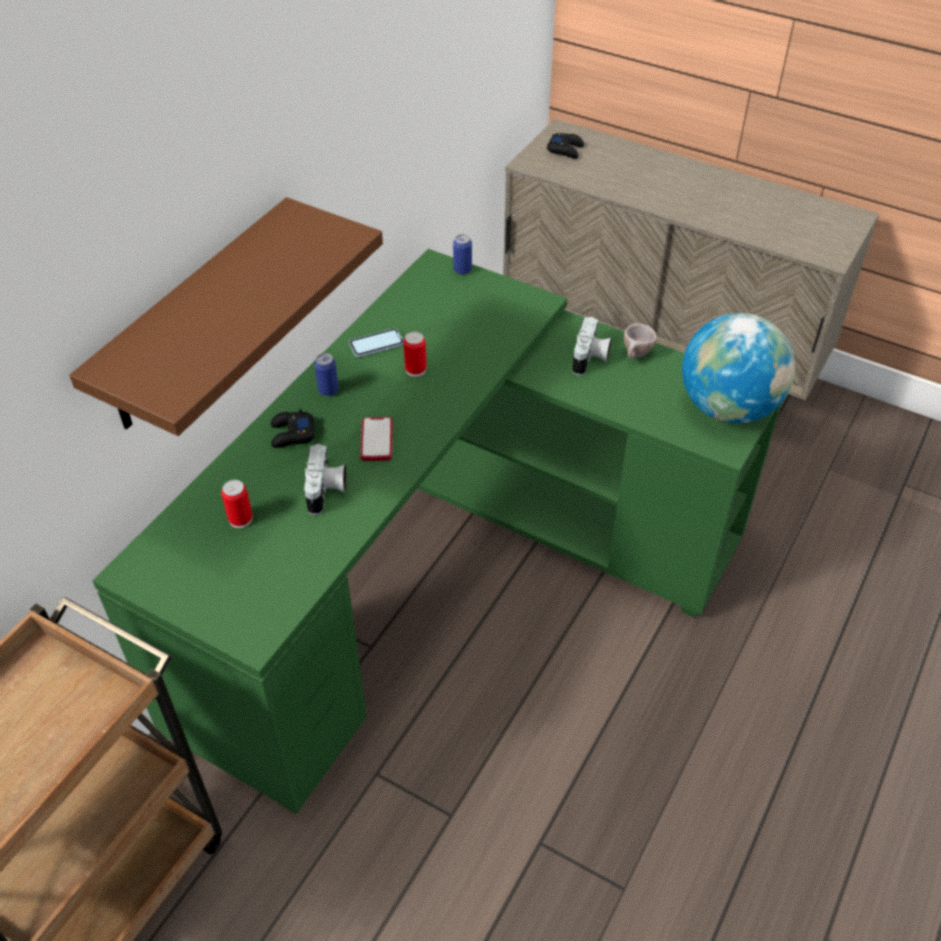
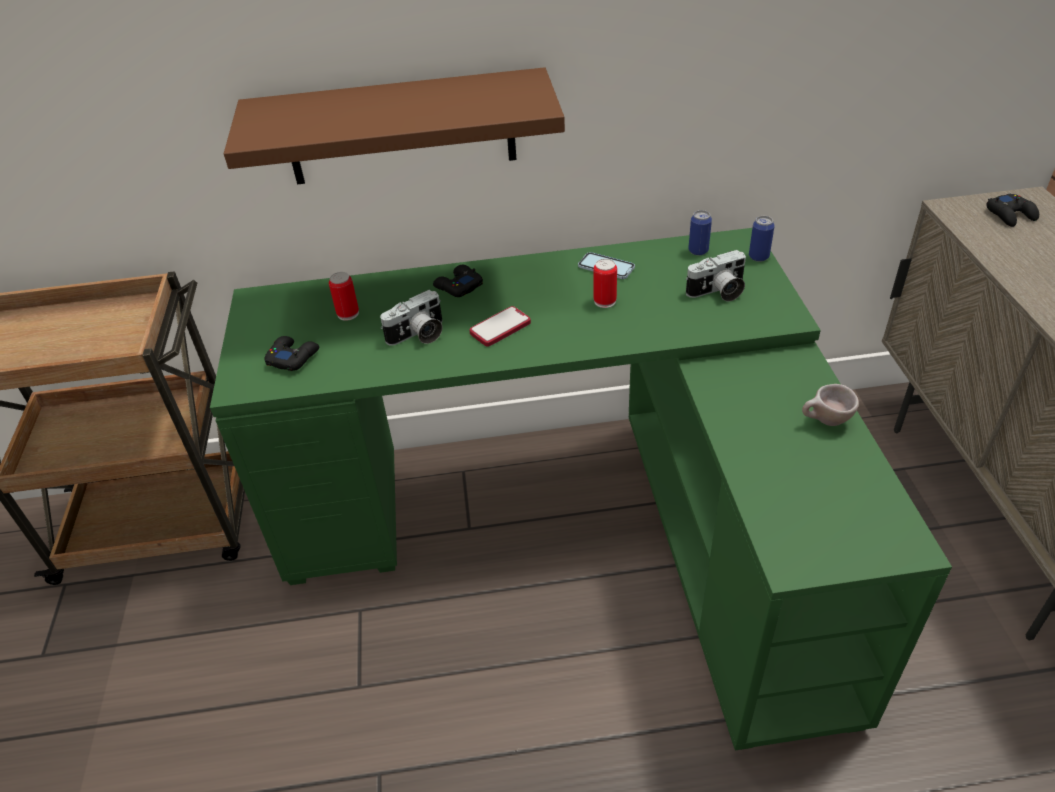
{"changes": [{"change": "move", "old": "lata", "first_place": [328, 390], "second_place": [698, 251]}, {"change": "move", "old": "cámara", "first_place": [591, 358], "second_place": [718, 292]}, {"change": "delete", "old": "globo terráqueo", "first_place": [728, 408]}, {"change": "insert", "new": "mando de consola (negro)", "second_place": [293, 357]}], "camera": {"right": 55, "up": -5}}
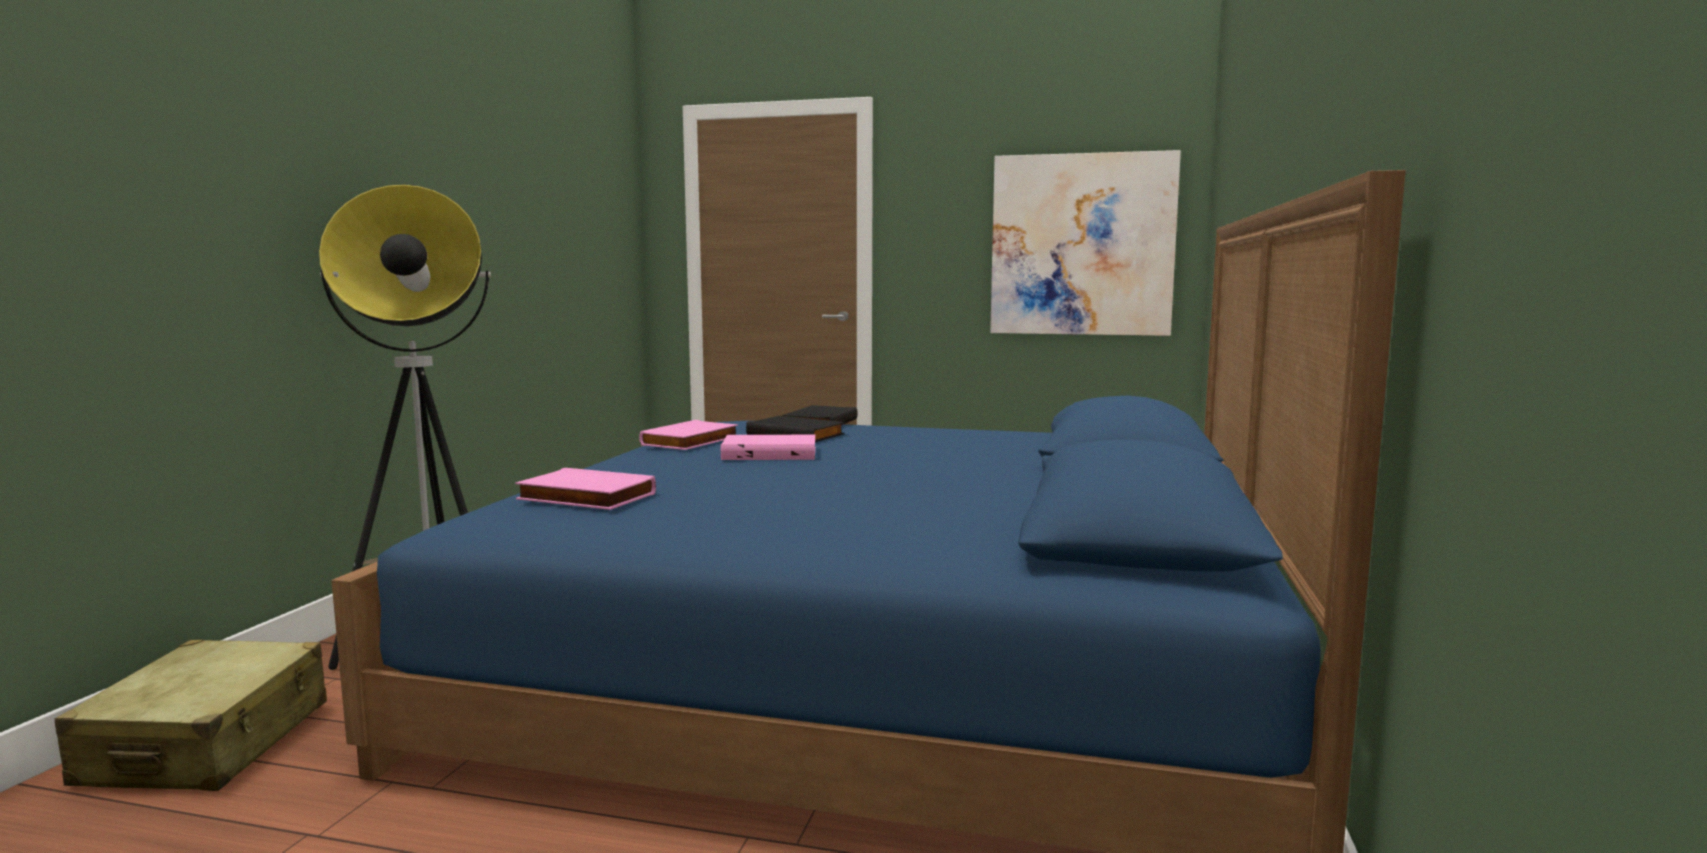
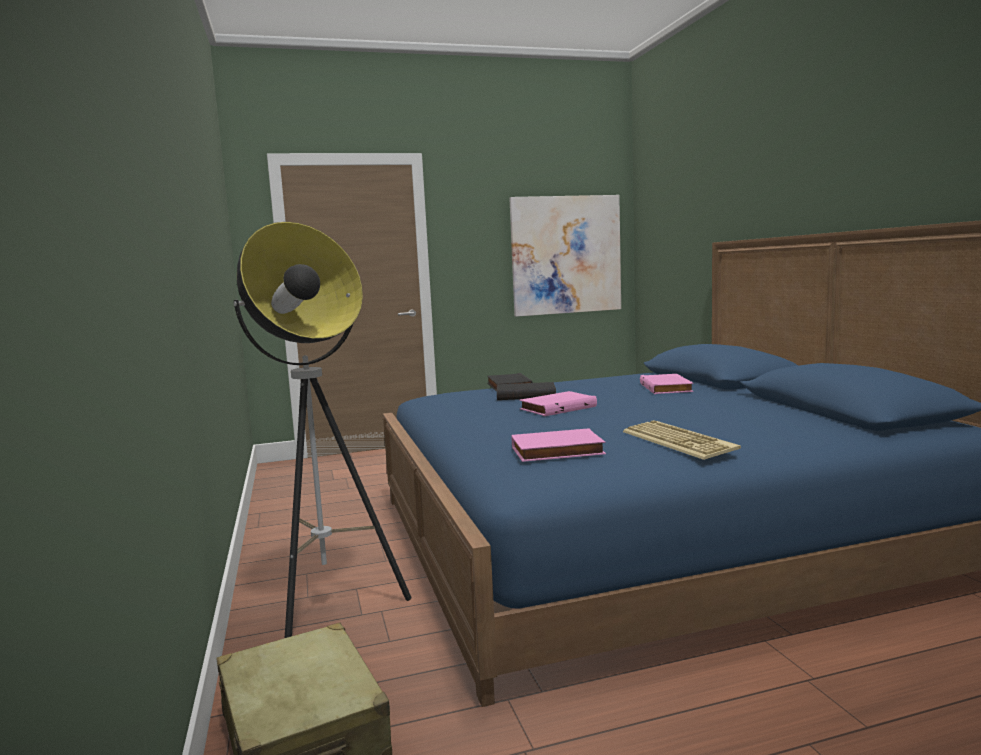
{"changes": [{"change": "move", "old": "libro (rosa)", "first_place": [691, 441], "second_place": [667, 388]}, {"change": "insert", "new": "teclado", "second_place": [680, 441]}], "camera": {"right": -30, "up": 0}}
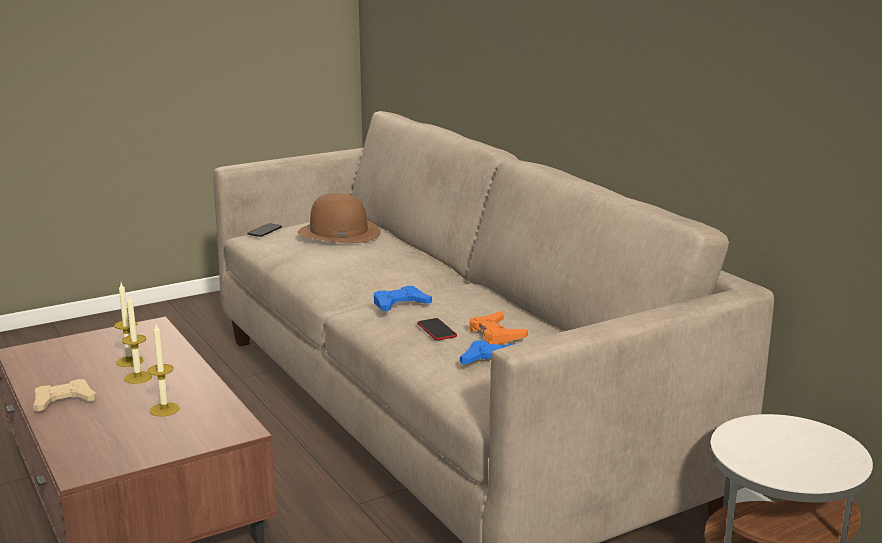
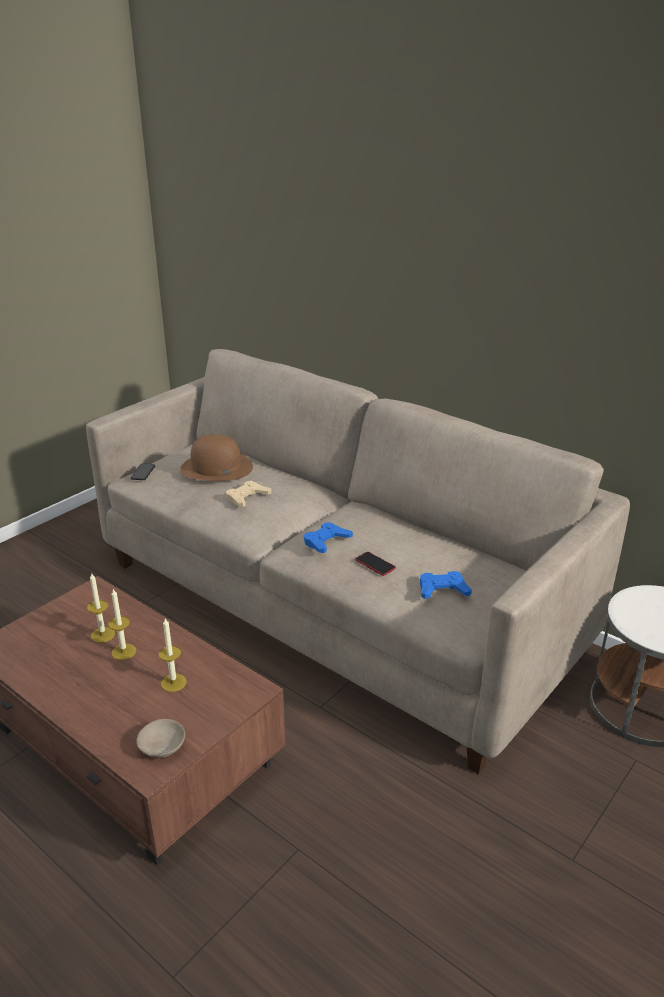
{"changes": [{"change": "move", "old": "mando de consola (beis)", "first_place": [64, 401], "second_place": [247, 497]}, {"change": "delete", "old": "mando de consola (naranja)", "first_place": [495, 334]}, {"change": "insert", "new": "cuenco (beis)", "second_place": [164, 746]}], "camera": {"right": -20, "up": 10}}
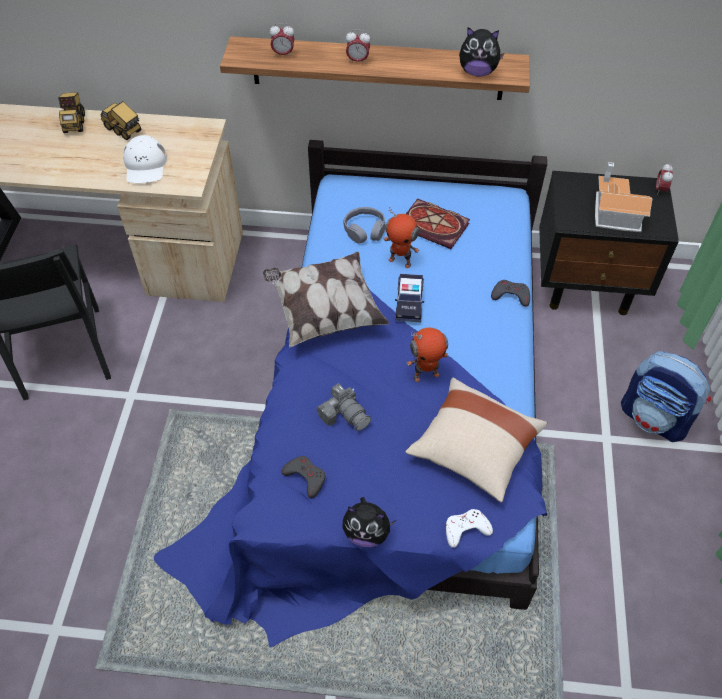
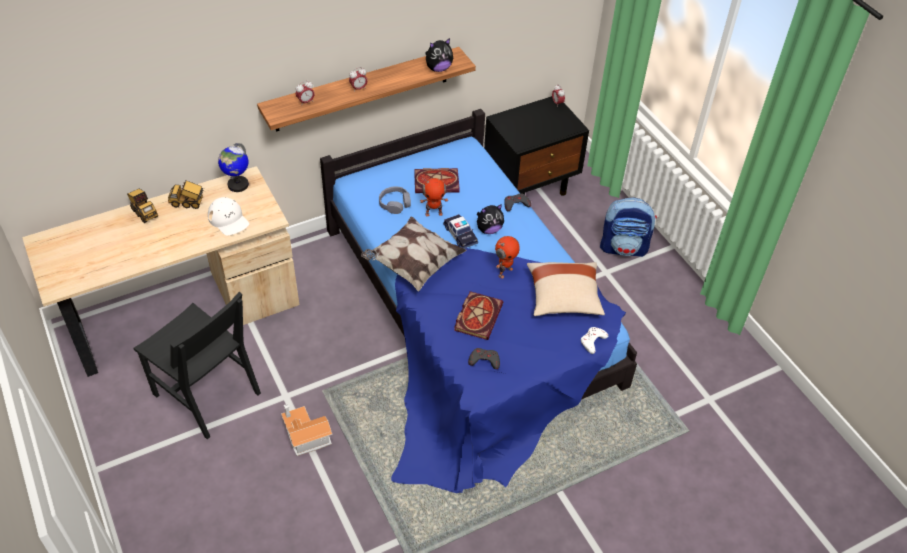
{"changes": [{"change": "replace", "old": "cámara", "new": "libro", "first_place": [345, 414], "second_place": [477, 315]}, {"change": "move", "old": "peluche", "first_place": [367, 532], "second_place": [489, 229]}, {"change": "move", "old": "casita", "first_place": [613, 212], "second_place": [305, 436]}, {"change": "insert", "new": "globo terráqueo", "second_place": [237, 185]}], "camera": {"right": -35, "up": -5}}
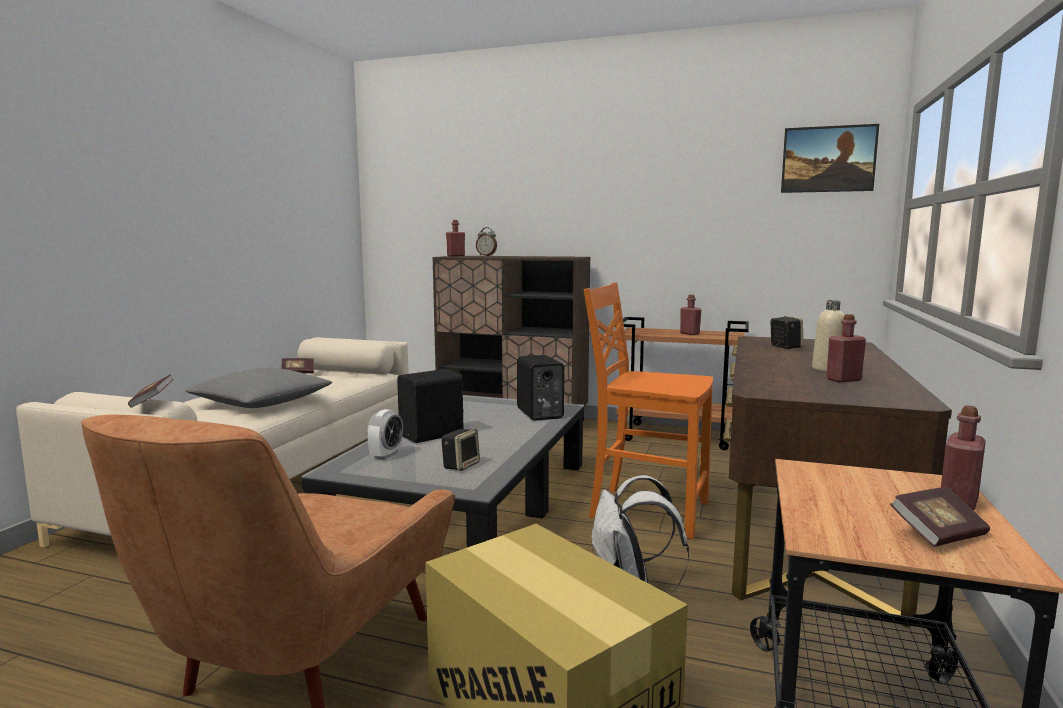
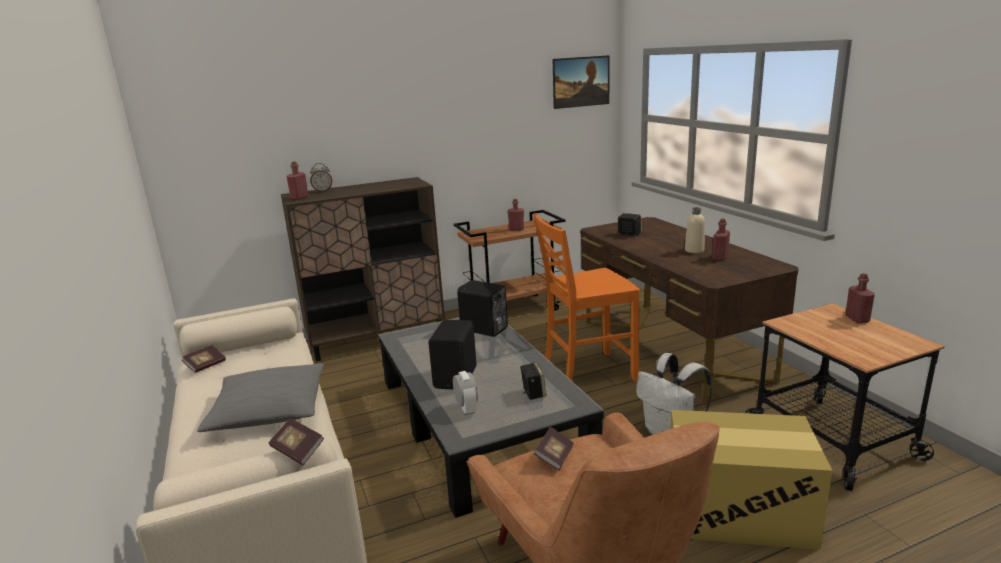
{"changes": [{"change": "move", "old": "libro", "first_place": [938, 534], "second_place": [554, 457]}], "camera": {"right": -40, "up": 10}}
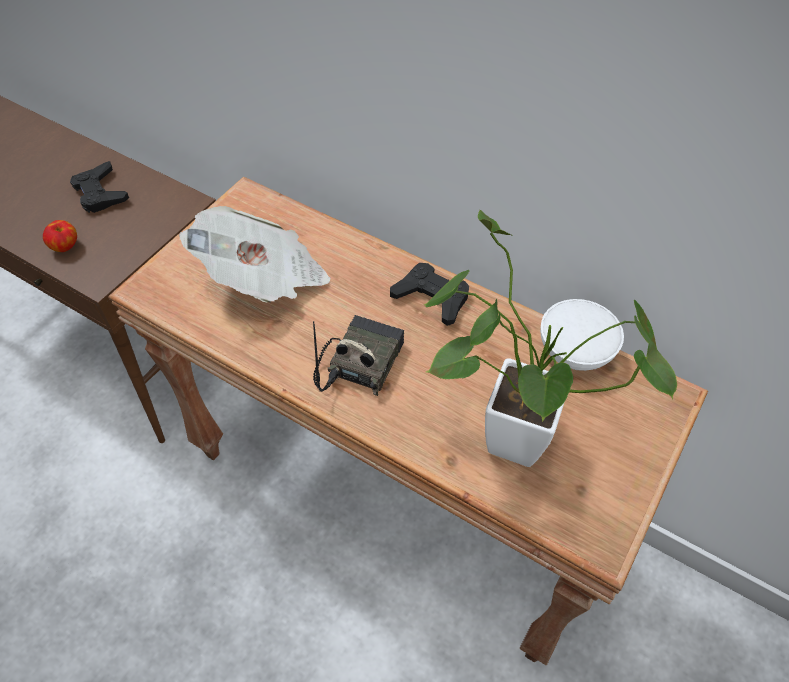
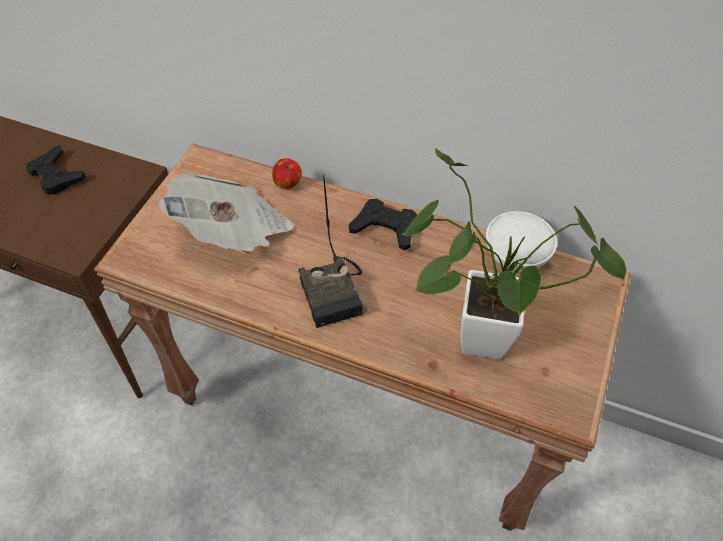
{"changes": [{"change": "move", "old": "manzana", "first_place": [66, 247], "second_place": [288, 183]}, {"change": "rotate", "old": "radio", "first_place": [358, 362], "second_place": [335, 293], "degrees": 150}], "camera": {"right": -10, "up": 0}}
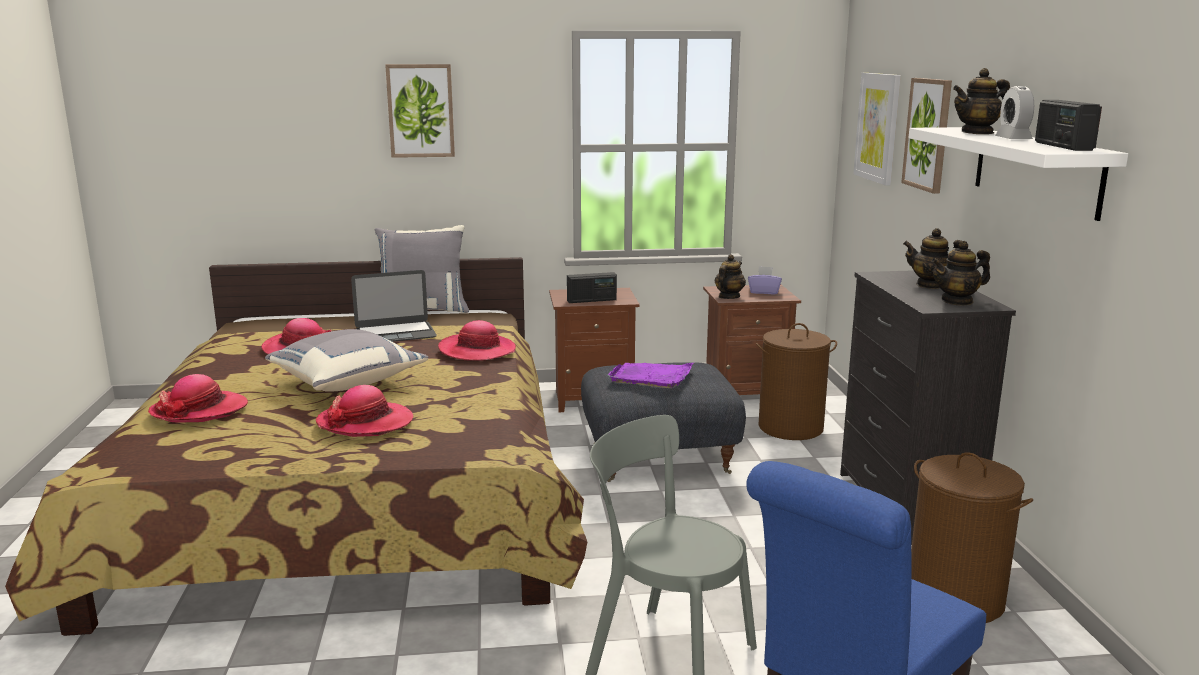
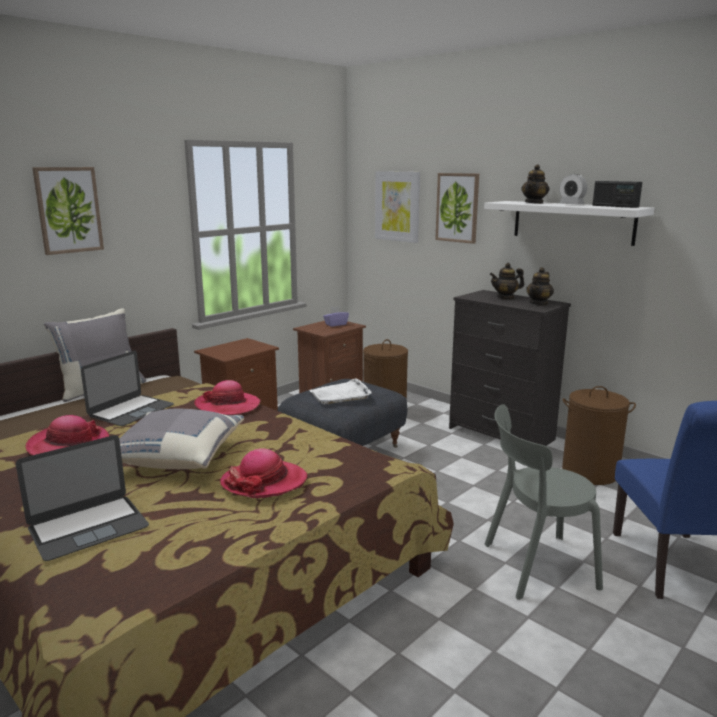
{"changes": [{"change": "replace", "old": "sombrero", "new": "portátil", "first_place": [199, 410], "second_place": [88, 527]}, {"change": "delete", "old": "radio", "first_place": [591, 300]}, {"change": "recolor", "old": "bandeja (morado)", "new": "bandeja (blanco)", "first_place": [651, 377], "second_place": [340, 394]}, {"change": "delete", "old": "tetera", "first_place": [728, 297]}], "camera": {"right": -40, "up": 0}}
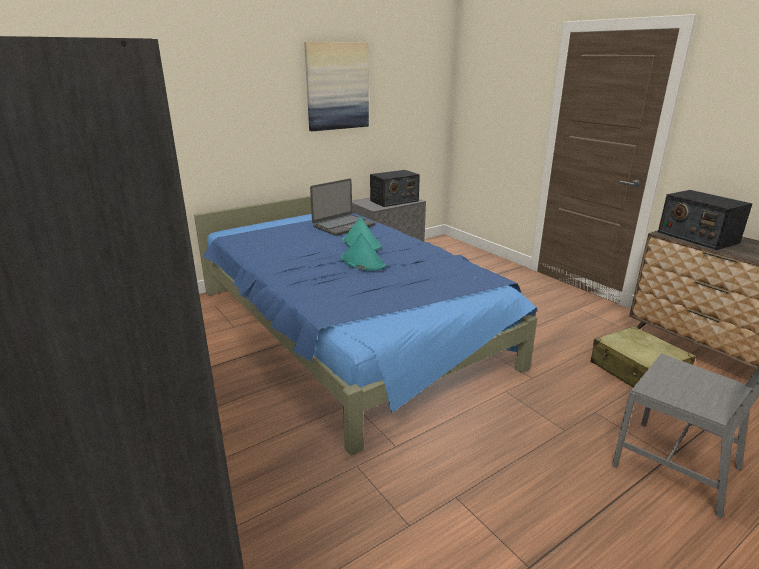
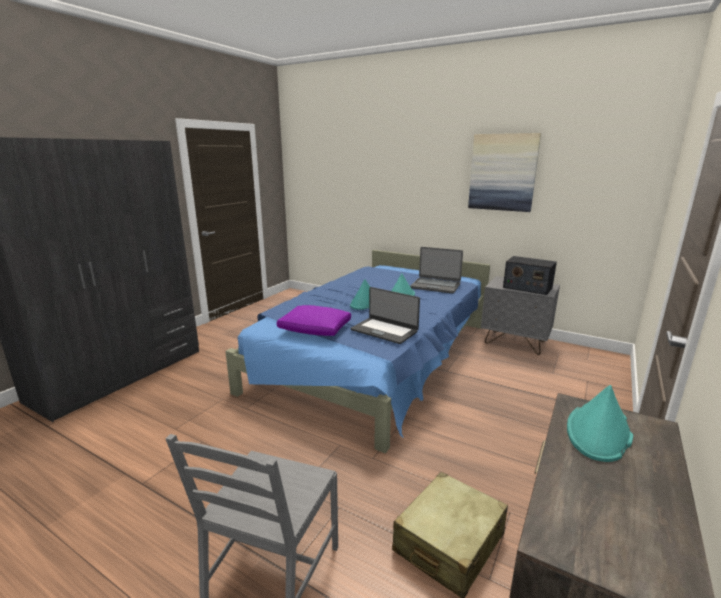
{"changes": [{"change": "replace", "old": "radio", "new": "sombrero (turquesa)", "first_place": [697, 237], "second_place": [598, 432]}, {"change": "insert", "new": "cojín (morado)", "second_place": [315, 329]}, {"change": "insert", "new": "portátil", "second_place": [384, 330]}], "camera": {"right": 65, "up": -5}}
